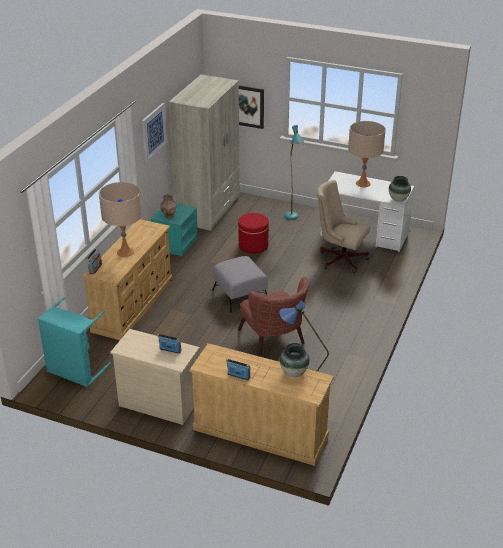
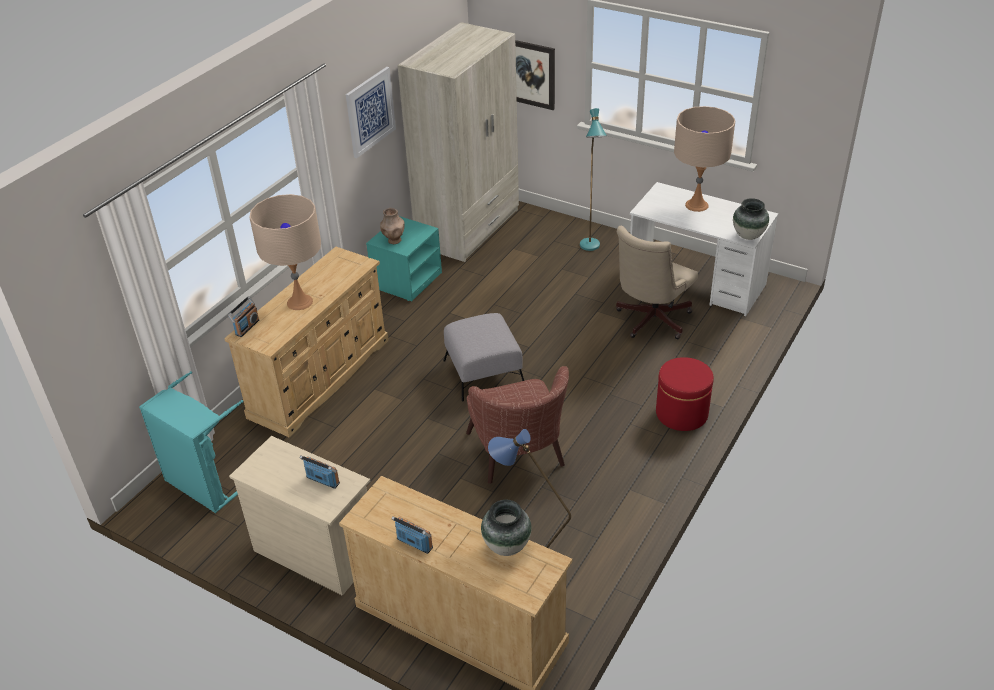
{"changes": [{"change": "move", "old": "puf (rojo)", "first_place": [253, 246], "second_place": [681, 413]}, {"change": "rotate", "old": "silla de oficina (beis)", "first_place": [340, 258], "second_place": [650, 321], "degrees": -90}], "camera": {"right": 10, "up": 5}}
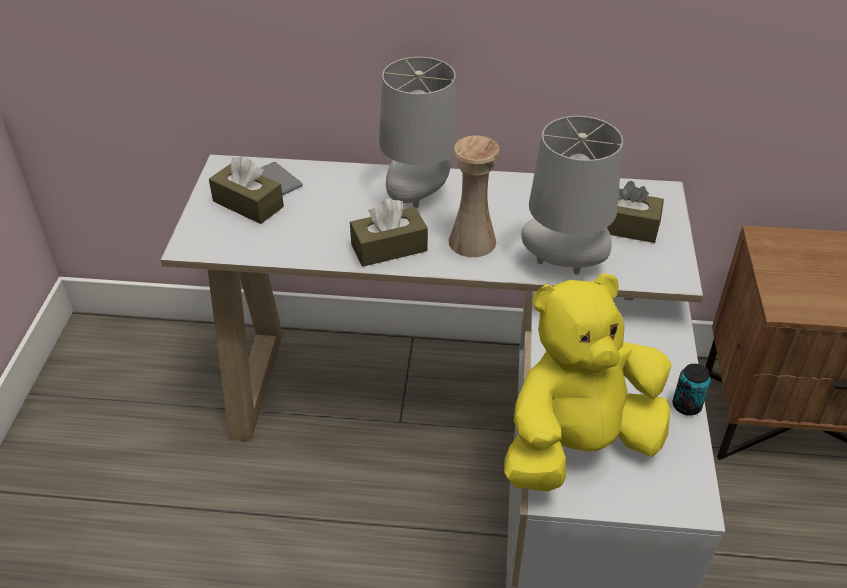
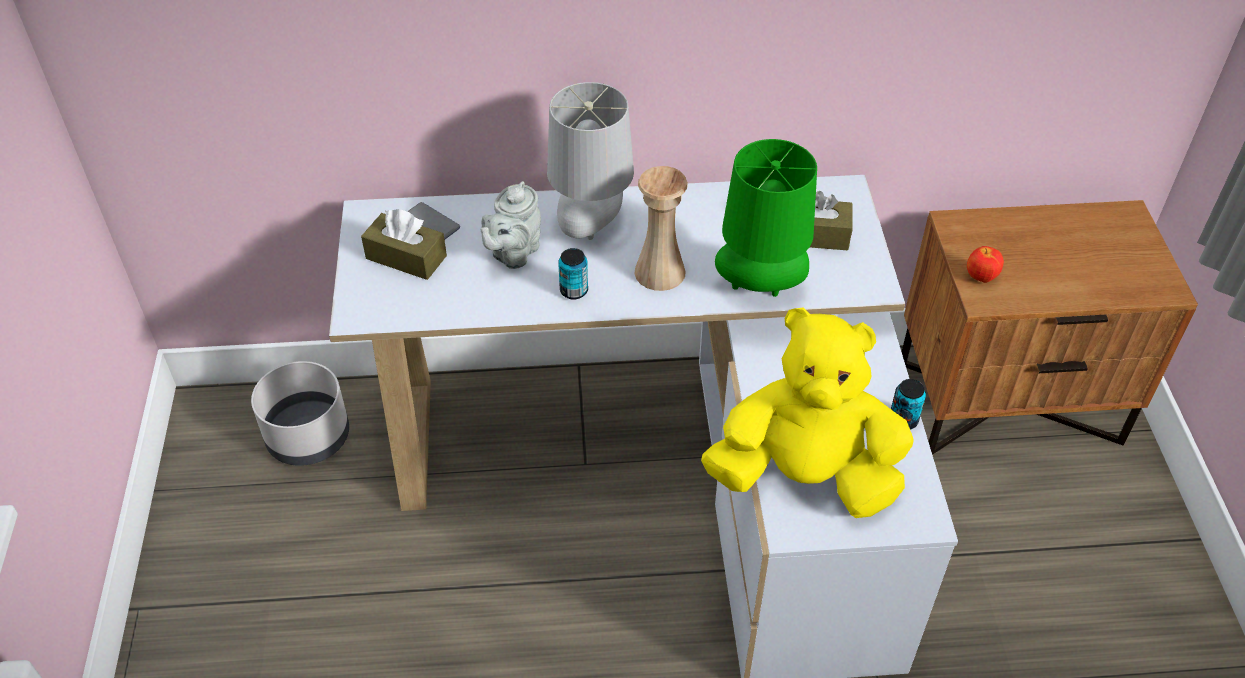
{"changes": [{"change": "replace", "old": "caja de pañuelos (marrón)", "new": "lata", "first_place": [389, 248], "second_place": [574, 291]}, {"change": "rotate", "old": "peluche (amarillo)", "first_place": [578, 446], "second_place": [805, 477], "degrees": 45}, {"change": "recolor", "old": "lámpara de mesa (gris)", "new": "lámpara de mesa (verde)", "first_place": [564, 265], "second_place": [761, 287]}, {"change": "insert", "new": "maceta (gris)", "second_place": [309, 436]}, {"change": "insert", "new": "tetera (gris)", "second_place": [513, 253]}, {"change": "insert", "new": "manzana", "second_place": [980, 278]}], "camera": {"right": -10, "up": 5}}
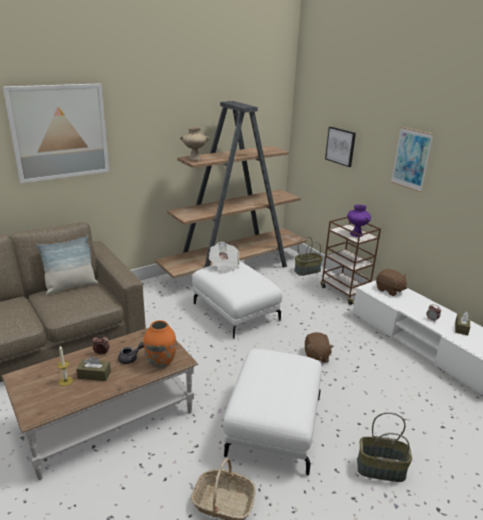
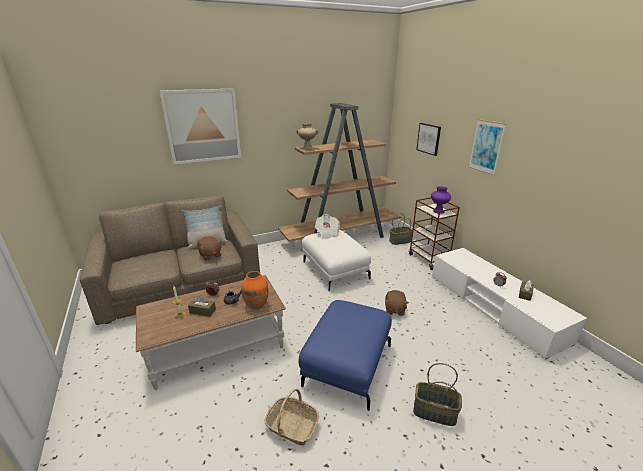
{"changes": [{"change": "recolor", "old": "puf (blanco)", "new": "puf (azul)", "first_place": [273, 425], "second_place": [347, 364]}, {"change": "move", "old": "peluche (marrón)", "first_place": [389, 290], "second_place": [210, 255]}], "camera": {"right": 10, "up": 0}}
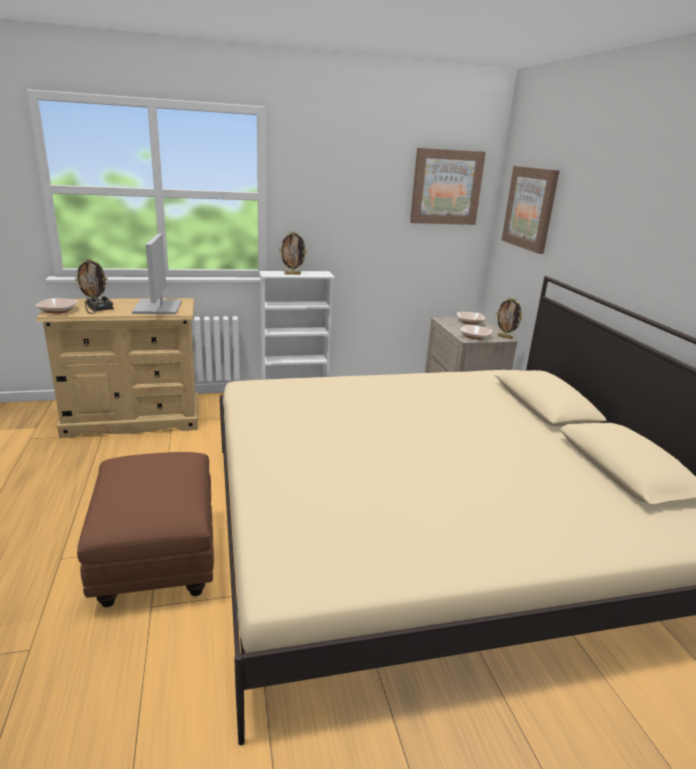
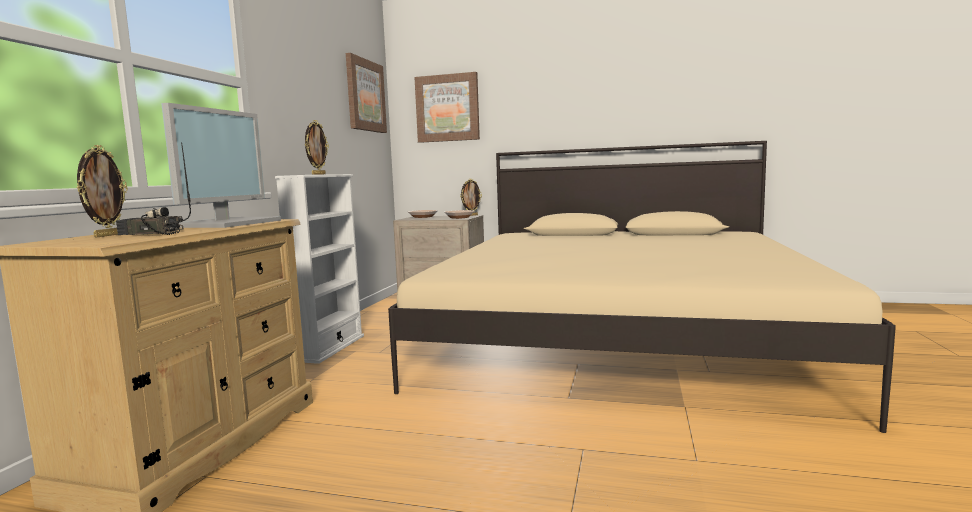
{"changes": [{"change": "delete", "old": "cuenco", "first_place": [58, 310]}, {"change": "delete", "old": "puf (marrón)", "first_place": [157, 561]}, {"change": "rotate", "old": "monitor", "first_place": [158, 308], "second_place": [228, 223], "degrees": -90}], "camera": {"right": -60, "up": -15}}
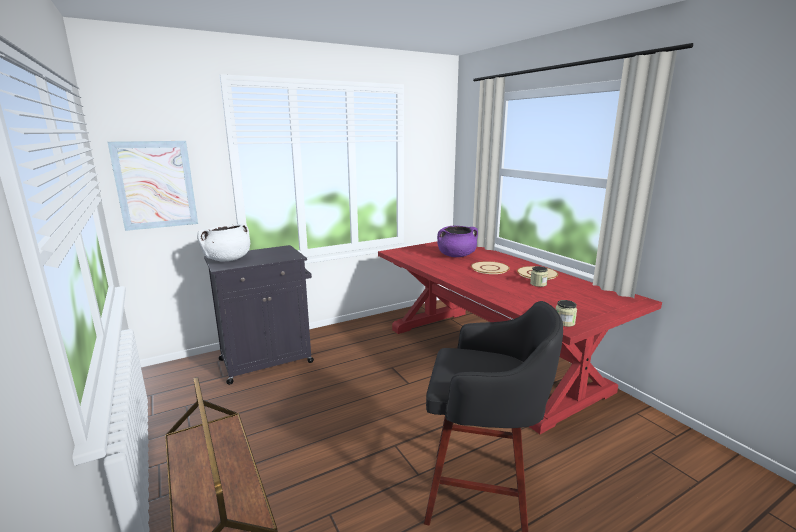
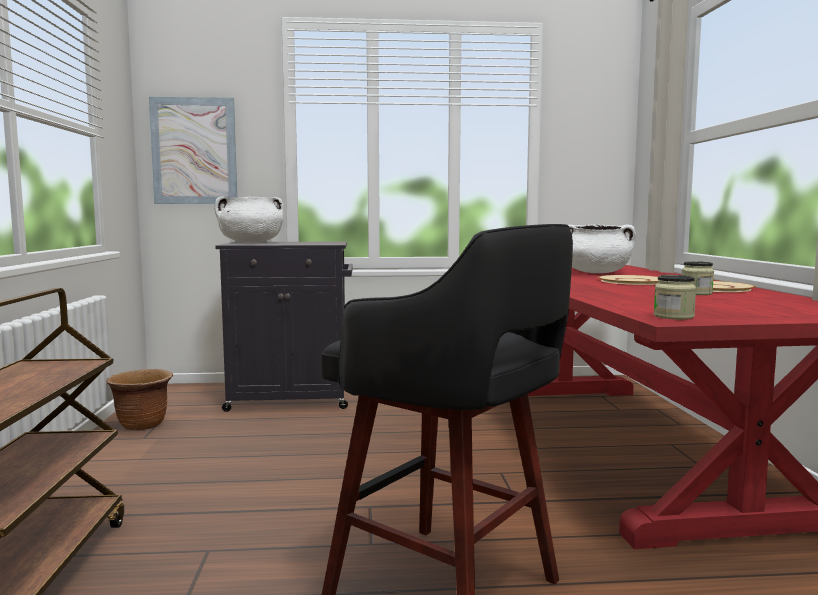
{"changes": [{"change": "recolor", "old": "olla (morado)", "new": "olla (blanco)", "first_place": [456, 256], "second_place": [596, 273]}, {"change": "insert", "new": "maceta (marrón)", "second_place": [143, 425]}], "camera": {"right": 25, "up": -10}}
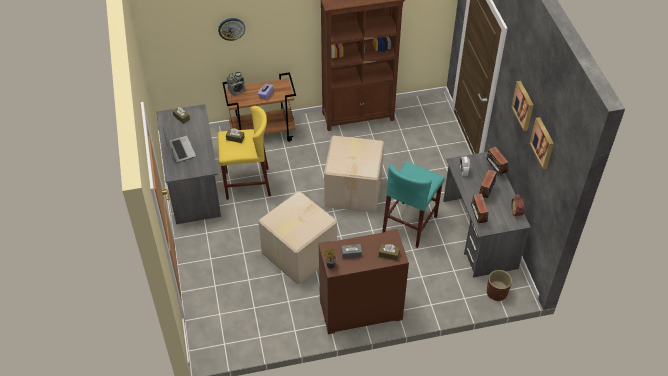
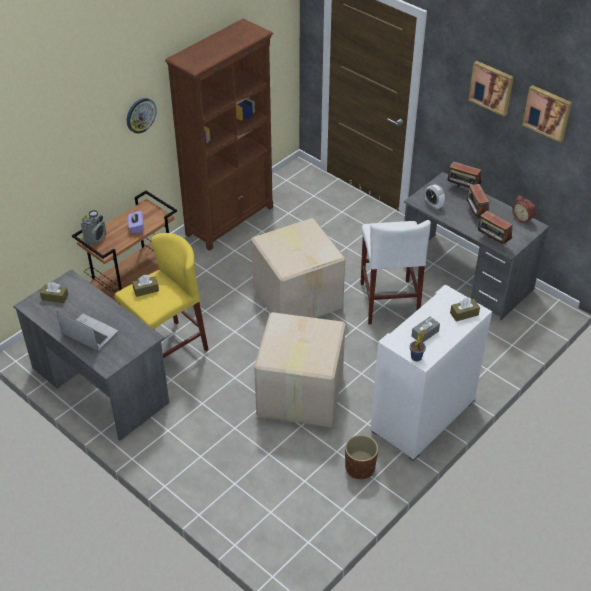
{"changes": [{"change": "move", "old": "reloj de pared", "first_place": [231, 28], "second_place": [140, 115]}, {"change": "recolor", "old": "armario (marrón)", "new": "armario (blanco)", "first_place": [360, 311], "second_place": [423, 416]}, {"change": "recolor", "old": "taburete (turquesa)", "new": "taburete (blanco)", "first_place": [410, 224], "second_place": [389, 301]}, {"change": "move", "old": "maceta (marrón)", "first_place": [497, 293], "second_place": [360, 468]}], "camera": {"right": -35, "up": -5}}
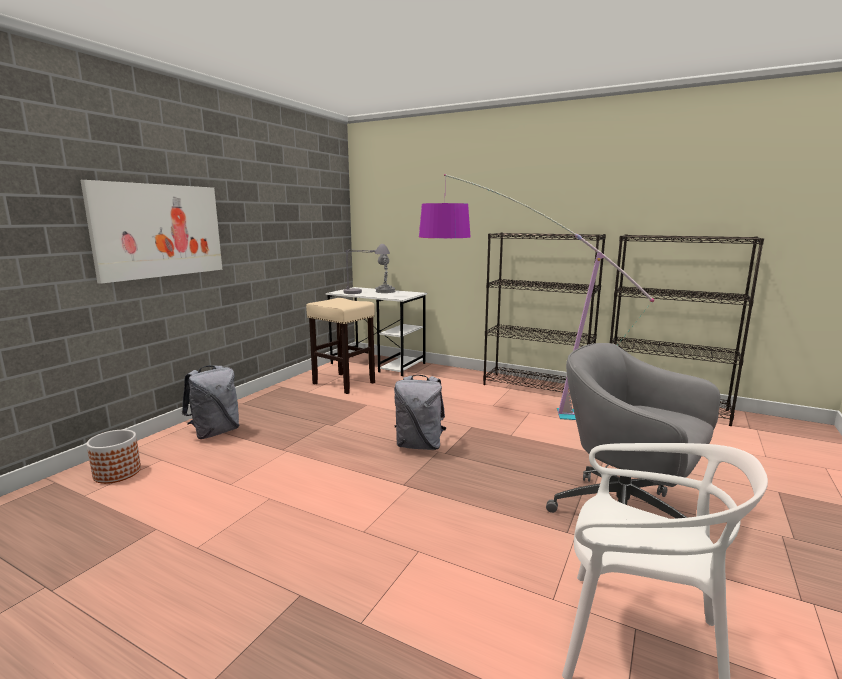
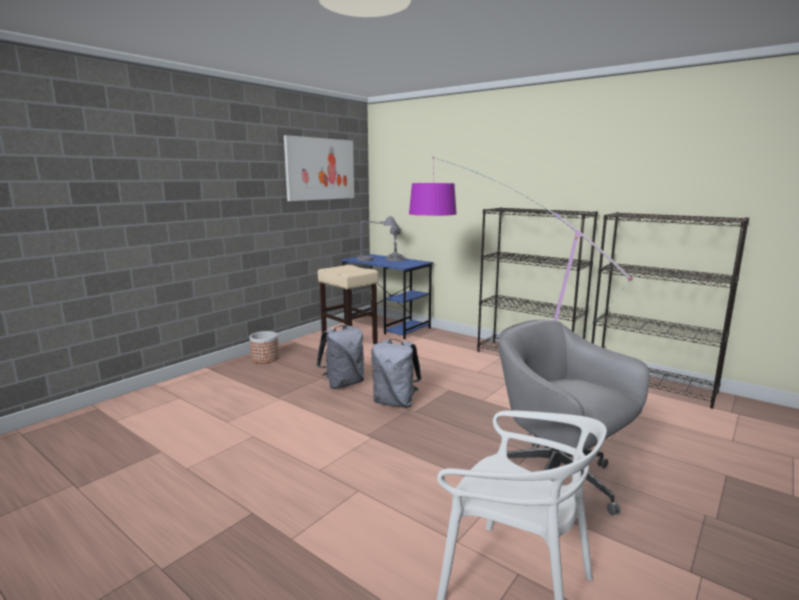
{"changes": [{"change": "move", "old": "cuadro", "first_place": [159, 230], "second_place": [320, 169]}, {"change": "move", "old": "maceta", "first_place": [117, 473], "second_place": [265, 358]}, {"change": "move", "old": "mochila (gris)", "first_place": [215, 432], "second_place": [343, 384]}, {"change": "recolor", "old": "escritorio (blanco)", "new": "escritorio (azul)", "first_place": [378, 363], "second_place": [387, 326]}], "camera": {"right": 10, "up": 0}}
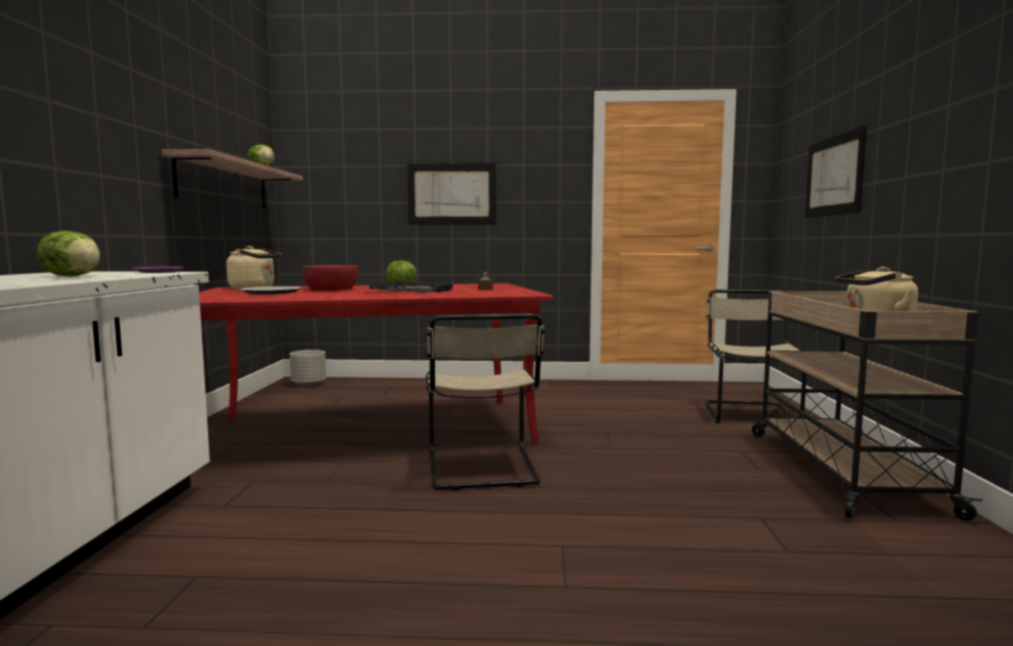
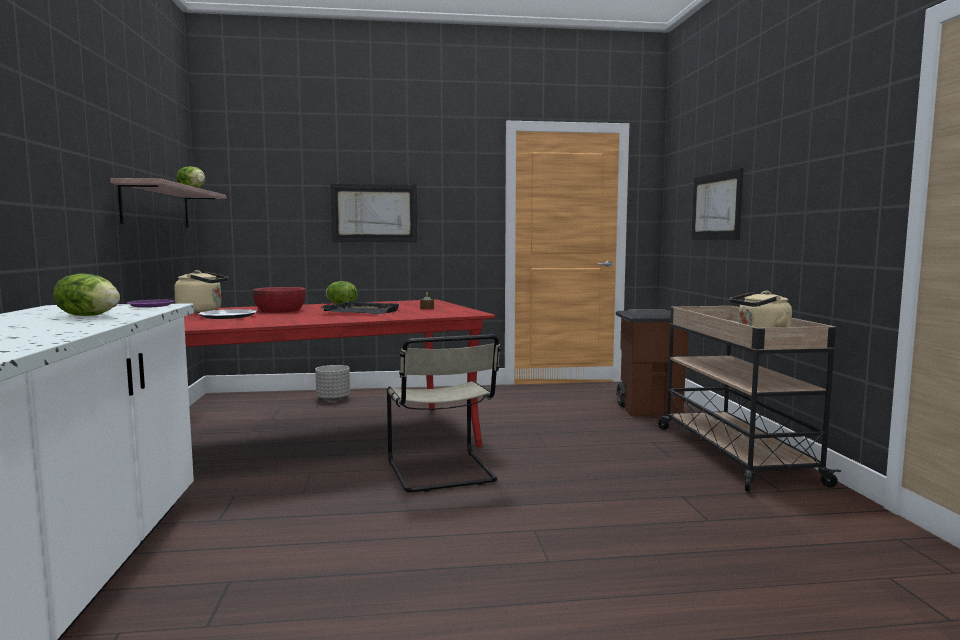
{"changes": [{"change": "move", "old": "maceta (gris)", "first_place": [308, 384], "second_place": [333, 399]}, {"change": "replace", "old": "silla (beis)", "new": "papelera (marrón)", "first_place": [749, 413], "second_place": [650, 409]}], "camera": {"right": -10, "up": 0}}
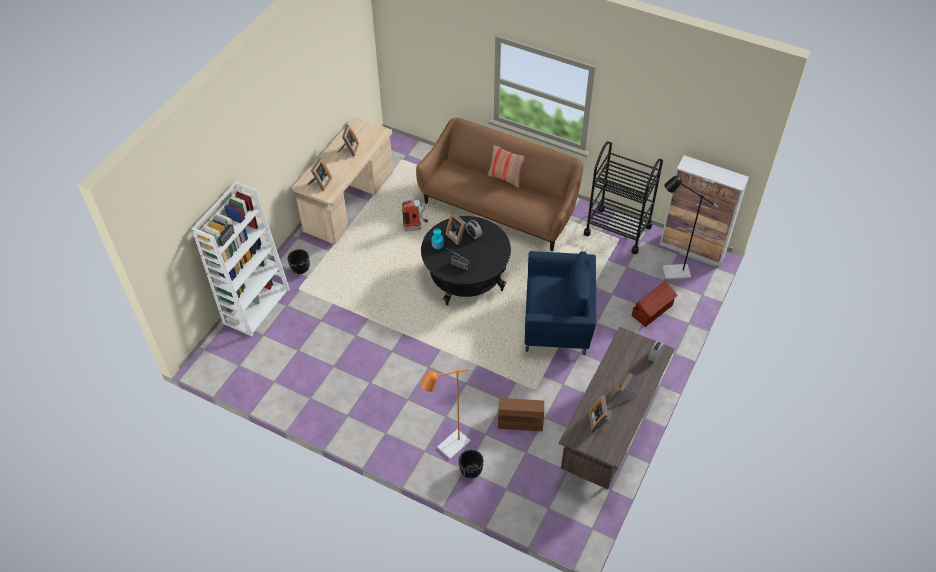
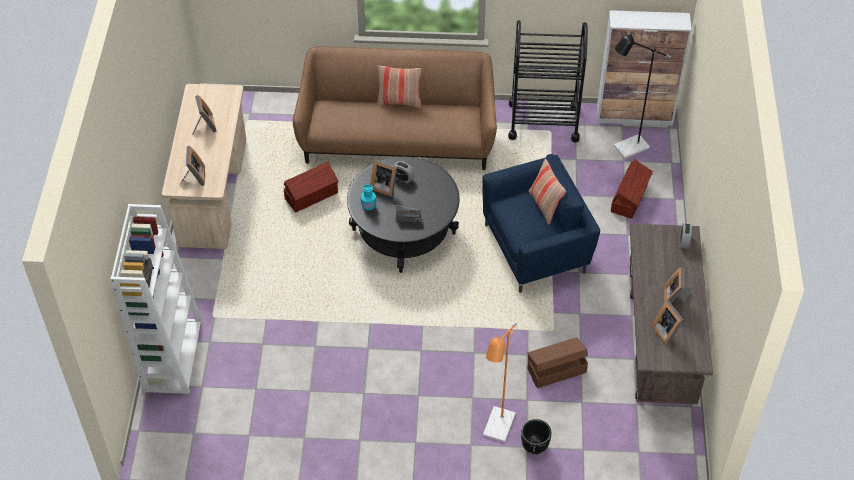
{"changes": [{"change": "delete", "old": "maceta (negro)", "first_place": [300, 269]}, {"change": "replace", "old": "extintor", "new": "caja de almacenaje (marrón)", "first_place": [415, 227], "second_place": [312, 196]}, {"change": "insert", "new": "cojín", "second_place": [545, 206]}], "camera": {"right": -25, "up": 0}}
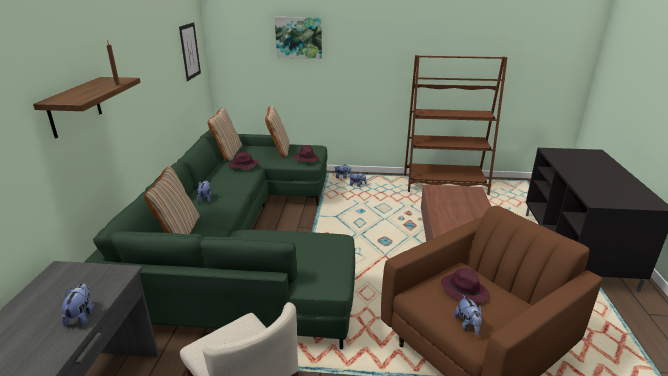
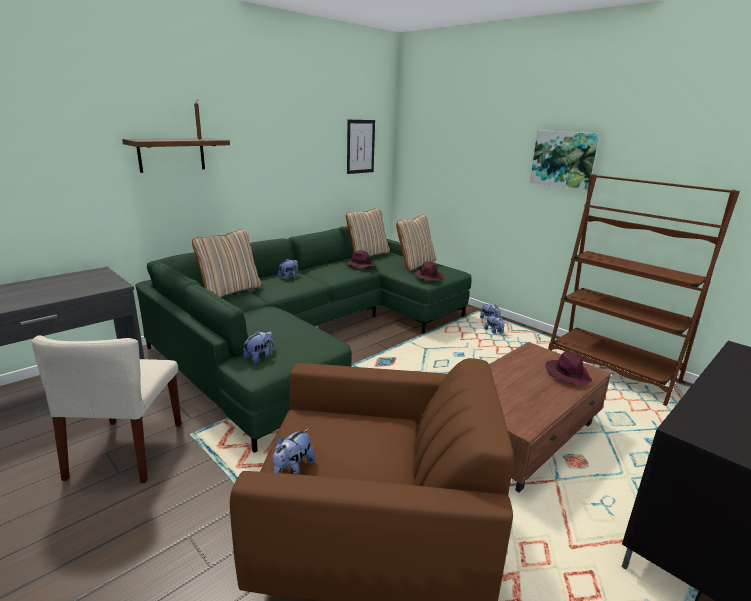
{"changes": [{"change": "move", "old": "peluche", "first_place": [81, 316], "second_place": [259, 356]}, {"change": "move", "old": "cuadro", "first_place": [299, 37], "second_place": [563, 159]}, {"change": "move", "old": "sombrero (morado)", "first_place": [463, 290], "second_place": [567, 374]}], "camera": {"right": 40, "up": -5}}
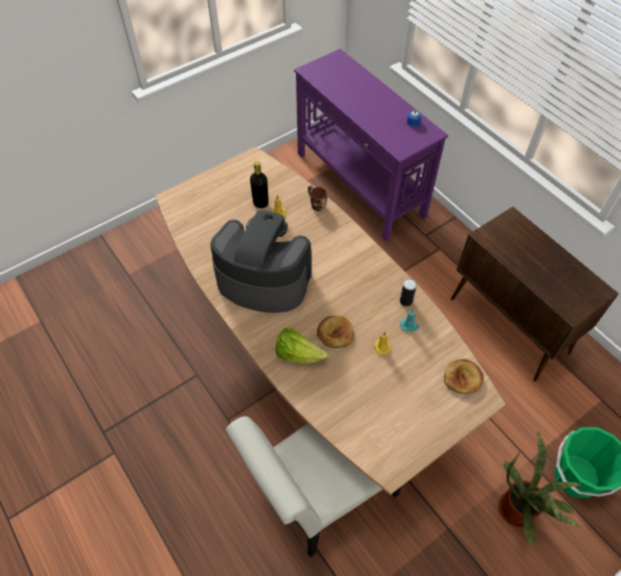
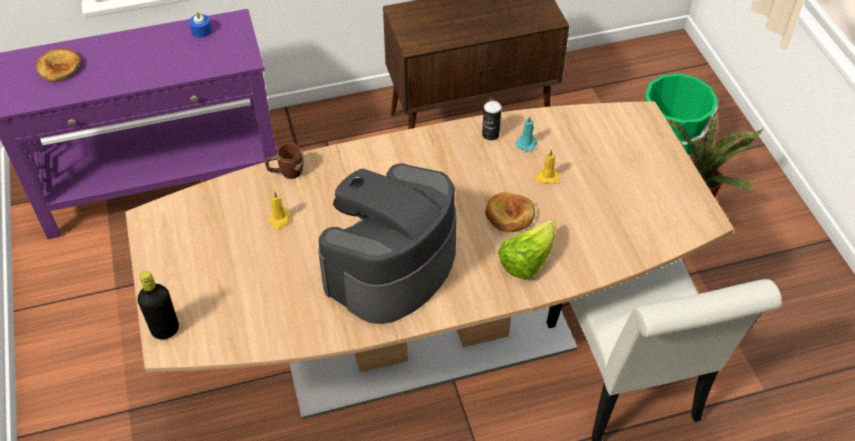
{"changes": [{"change": "move", "old": "botella (negro)", "first_place": [260, 203], "second_place": [165, 329]}, {"change": "move", "old": "pan", "first_place": [462, 378], "second_place": [59, 67]}], "camera": {"right": -70, "up": -5}}
